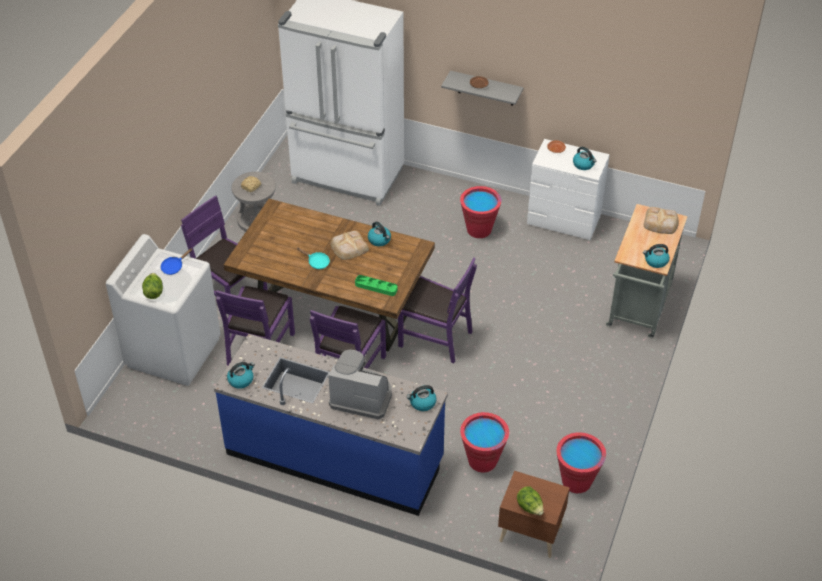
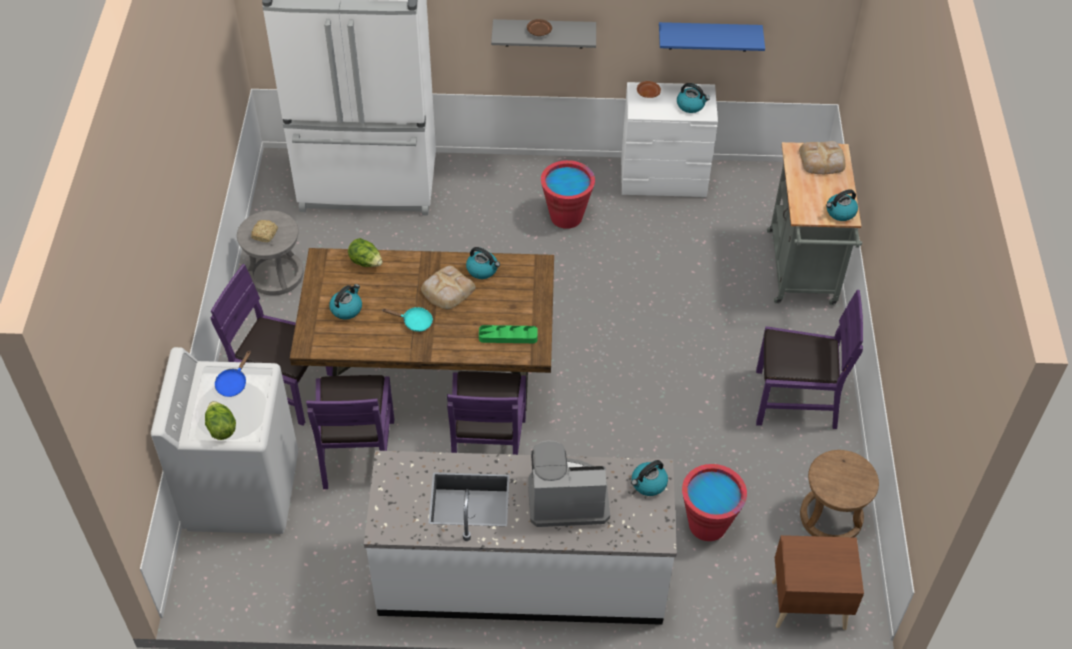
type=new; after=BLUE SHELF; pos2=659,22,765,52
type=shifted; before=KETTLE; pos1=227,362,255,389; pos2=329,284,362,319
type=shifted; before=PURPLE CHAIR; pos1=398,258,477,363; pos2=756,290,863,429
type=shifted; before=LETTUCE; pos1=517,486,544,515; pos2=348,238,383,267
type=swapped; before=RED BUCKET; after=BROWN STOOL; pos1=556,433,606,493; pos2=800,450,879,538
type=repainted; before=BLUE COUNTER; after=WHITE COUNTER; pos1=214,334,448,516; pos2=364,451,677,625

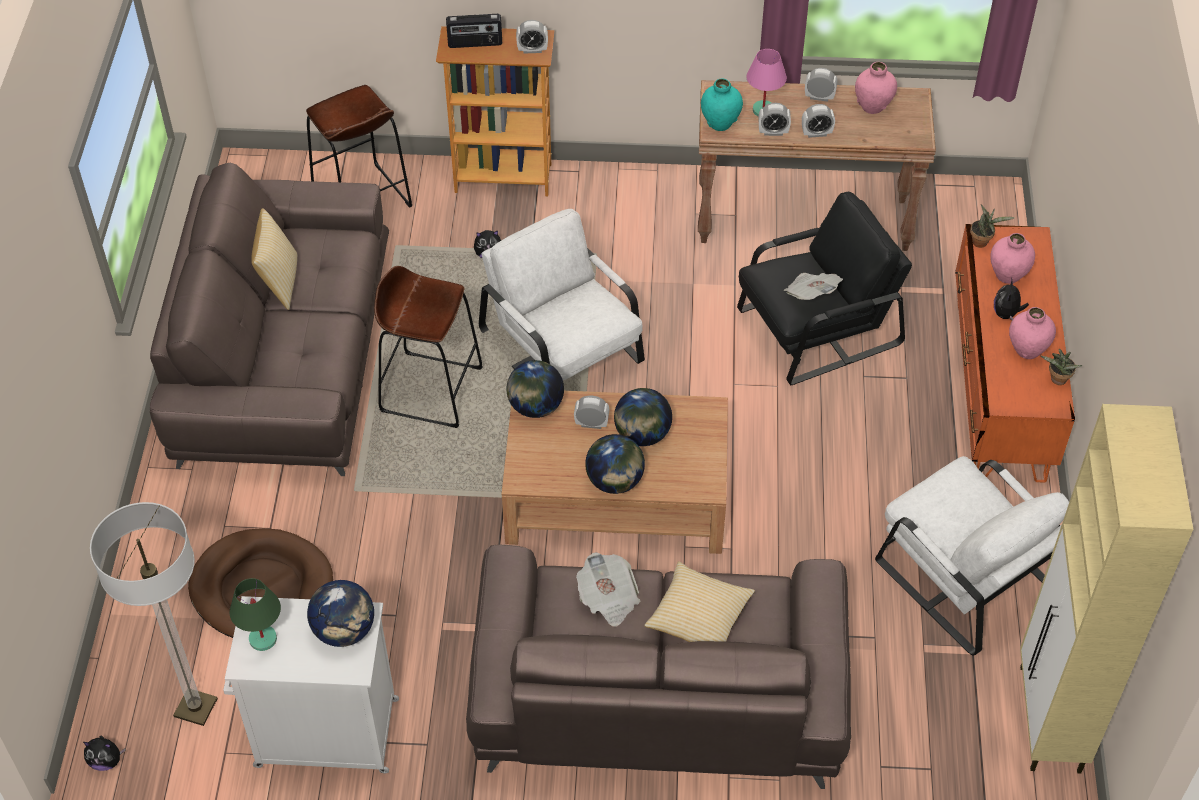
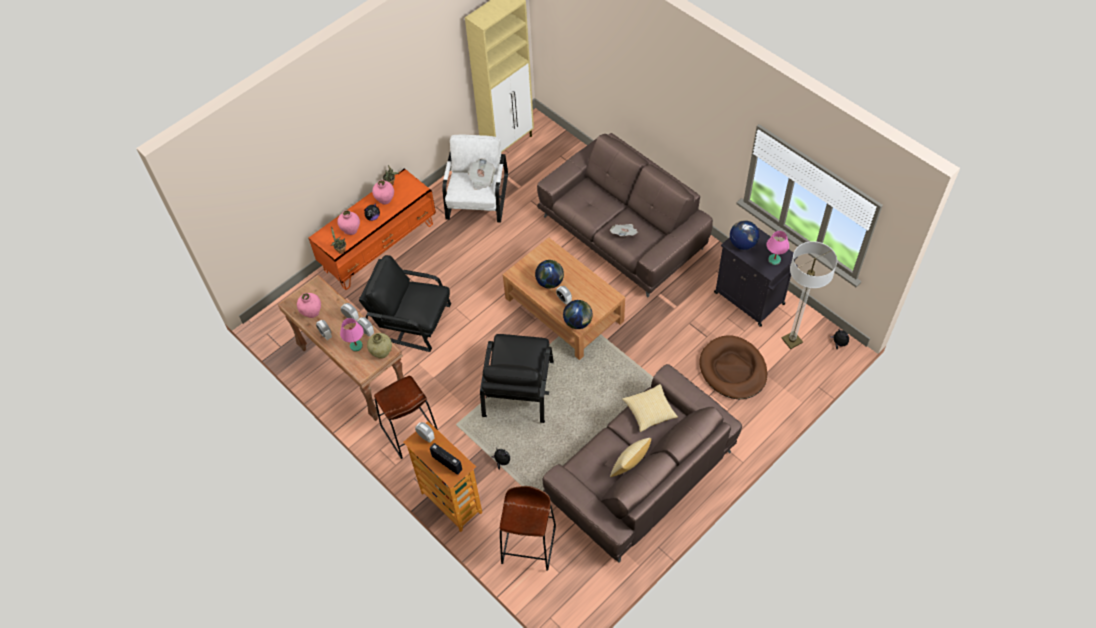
type=gone; before=GLOBE; pos1=585,434,645,494
type=shifted; before=BROWN STOOL; pos1=374,266,483,428; pos2=374,376,438,459
type=shifted; before=PILLOW; pos1=645,561,755,642; pos2=622,384,678,432
type=shifted; before=NEWSPAPER; pos1=783,273,843,300; pos2=468,158,495,190
type=repainted; before=WHITE CABINET; after=BLACK CABINET; pos1=223,596,399,773; pos2=714,227,798,327
type=repainted; before=GREEN TABLE LAMP; after=PINK TABLE LAMP; pos1=229,578,281,651; pos2=766,231,789,265
type=repainted; before=WHITE ARMCHAIR; after=BLACK ARMCHAIR; pos1=479,209,645,380; pos2=480,334,554,423
type=repainted; before=TURQUOISE VASE; after=BEIGE VASE; pos1=701,78,743,131; pos2=367,333,392,359

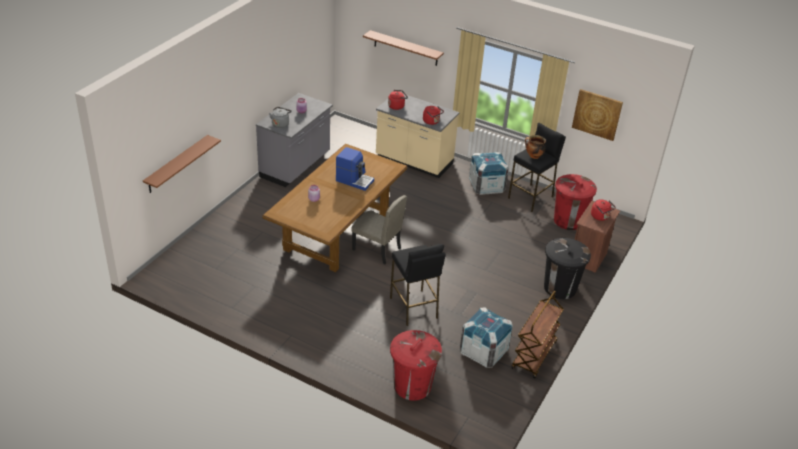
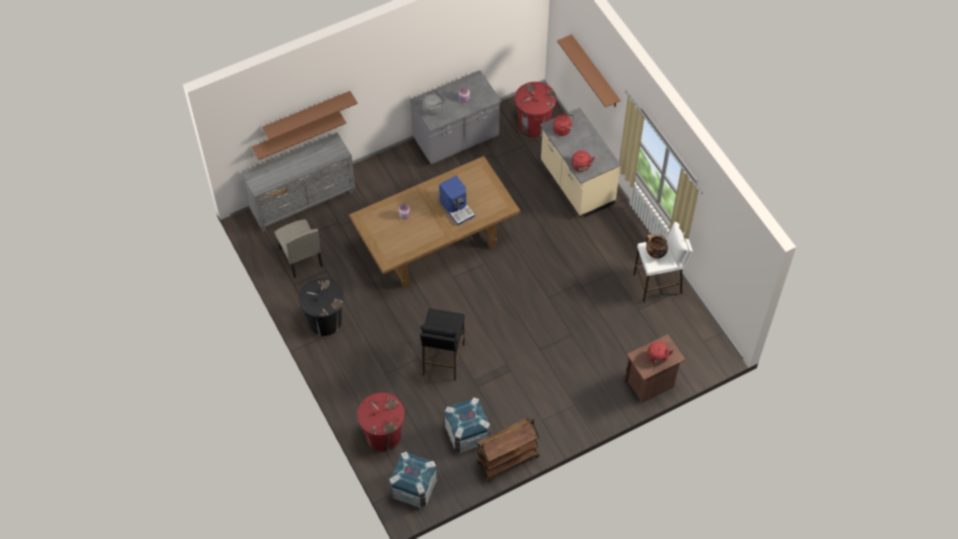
type=gone; before=PICTURE; pos1=572,89,623,141
type=new; after=GREY DRESSER; pos2=241,132,355,232
type=new; after=BROWN SHELF; pos2=262,91,358,140
type=shifted; before=BEIGE CHAIR; pos1=351,195,407,264; pos2=274,219,323,278
type=shifted; before=CRATE; pos1=469,152,509,195; pos2=389,452,437,508
type=shifted; before=BLACK TRASH CAN; pos1=544,238,591,299; pos2=298,278,344,336
type=shifted; before=RED TRASH CAN; pos1=554,174,597,230; pos2=515,82,556,137
type=repainted; before=BLACK STOOL; after=WHITE STOOL; pos1=508,123,566,212; pos2=633,222,693,303

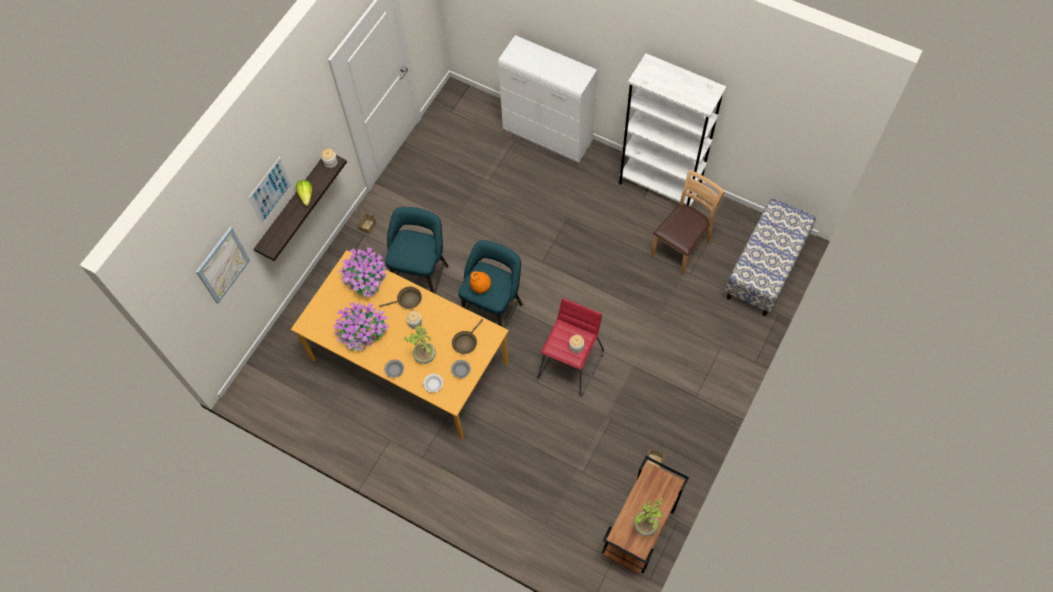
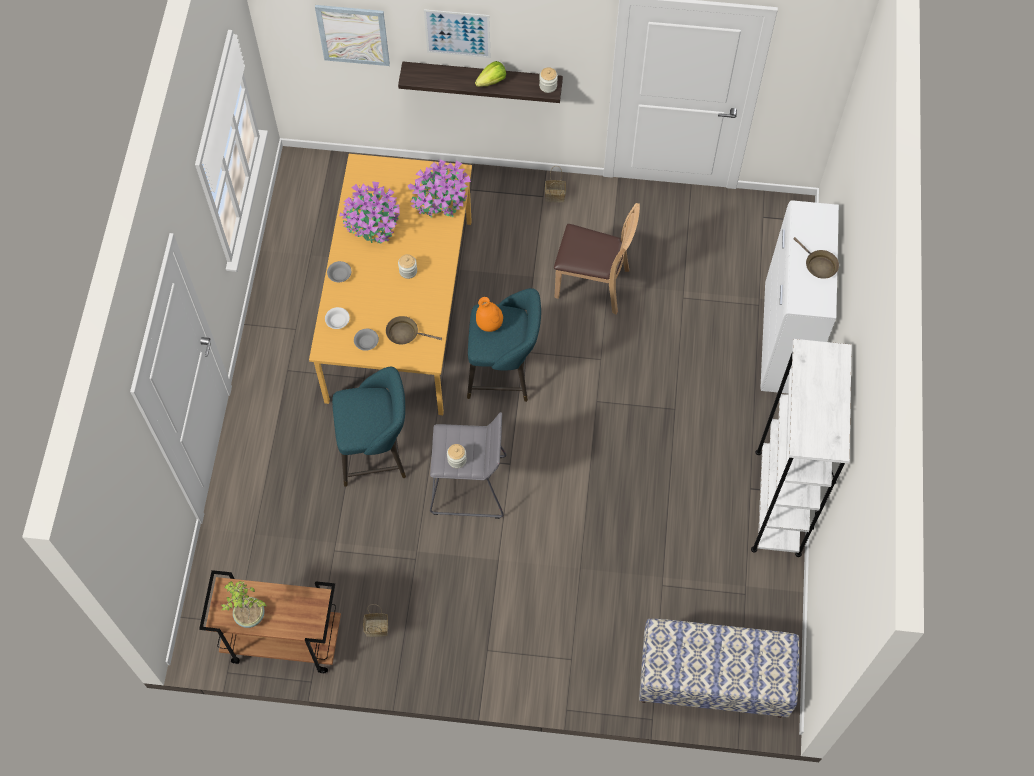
type=gone; before=POTTED PLANT; pos1=403,326,436,364
type=shifted; before=BROWN FRYING PAN; pos1=379,287,422,309; pos2=793,237,839,279
type=shifted; before=TURQUOISE STOOL; pos1=385,207,449,294; pos2=332,367,406,487
type=shifted; before=BROWN CHAIR; pos1=651,170,725,275; pos2=554,203,640,314
type=repainted; before=RED STOOL; after=GREY STOOL; pos1=537,298,604,396; pos2=430,412,506,519

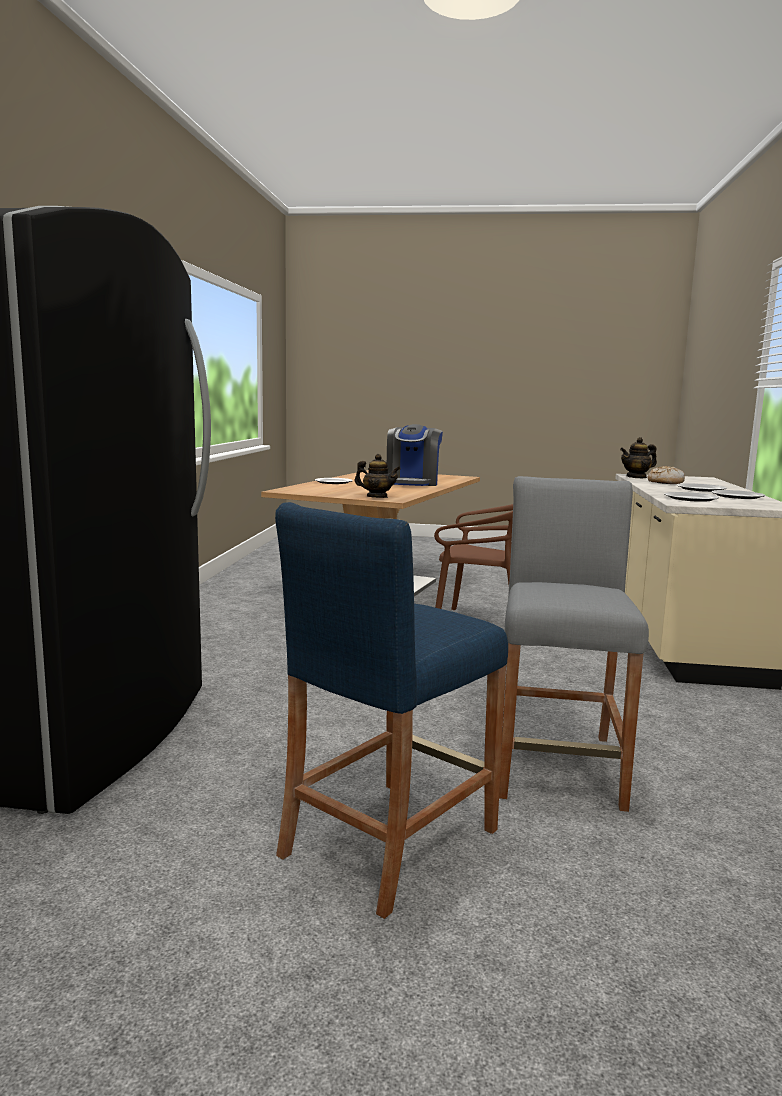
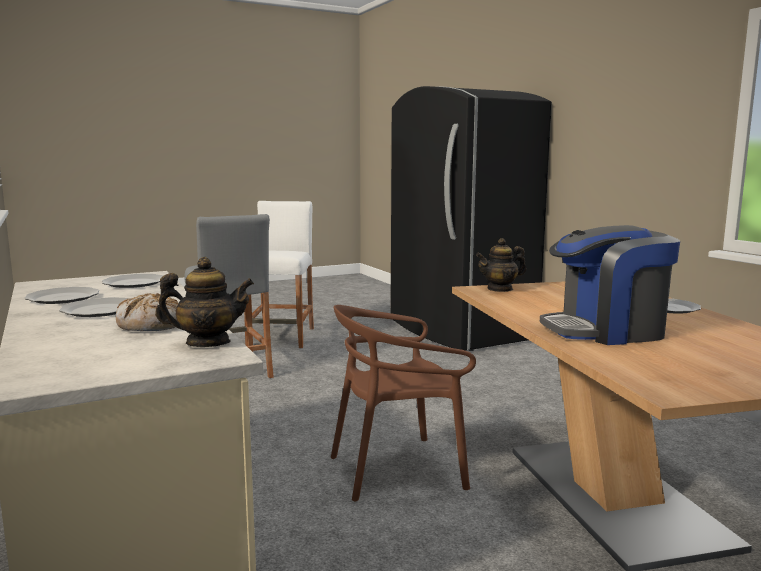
type=repainted; before=BLUE STOOL; after=WHITE STOOL; pos1=275,502,508,919; pos2=244,201,314,348
type=rotated; before=COFFEE MACHINE; pos1=387,424,443,486; pos2=540,225,680,345; turn=-75
type=rotated; before=TEAPOT; pos1=620,437,657,478; pos2=155,257,254,347; turn=45

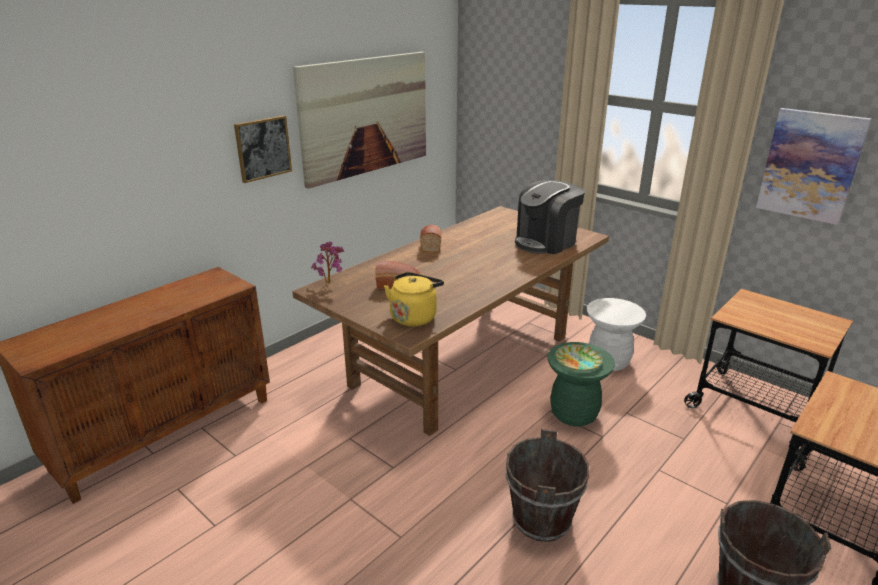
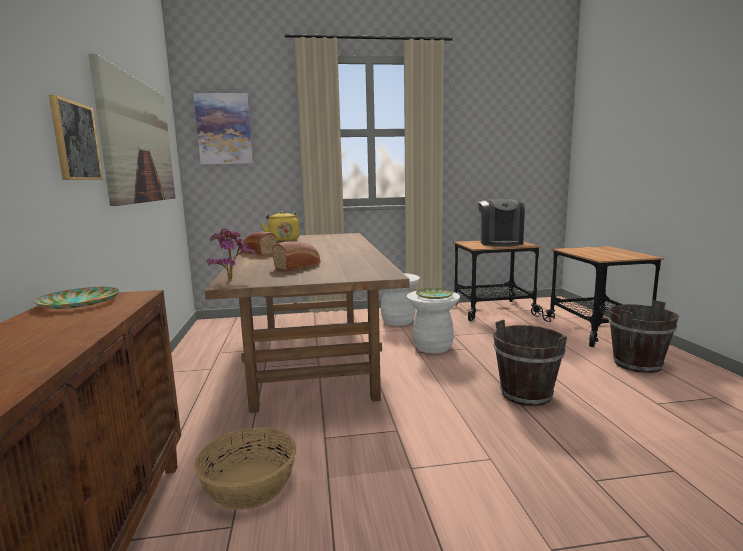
type=new; after=PLATE; pos2=34,287,119,309
type=new; after=BASKET; pos2=194,427,296,510
type=shifted; before=YELLOW KETTLE; pos1=384,272,444,326; pos2=261,211,299,242
type=shifted; before=COFFEE MACHINE; pos1=515,180,585,254; pos2=478,199,525,247
type=shifted; before=PICTURE; pos1=756,108,872,225; pos2=194,93,253,164
type=repainted; before=GREEN STOOL; after=WHITE STOOL; pos1=548,342,615,426; pos2=407,291,460,354

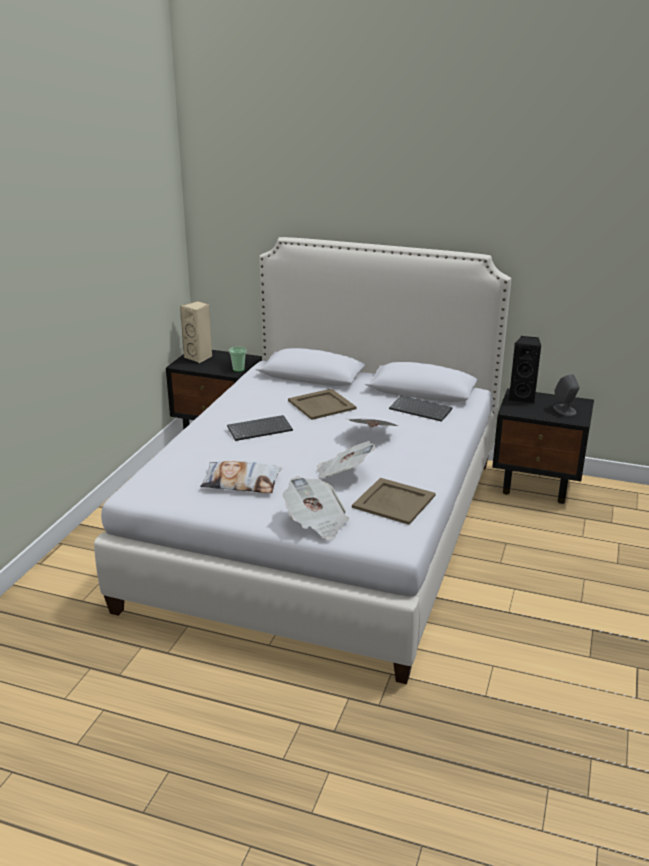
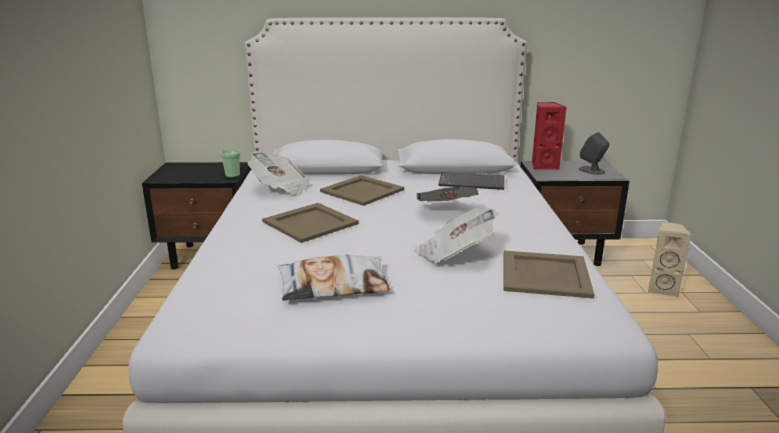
type=shifted; before=BEIGE SPEAKER; pos1=180,301,212,363; pos2=648,222,692,297
type=shifted; before=NEWSPAPER; pos1=283,476,349,540; pos2=248,152,309,196
type=swapped; before=KEYBOARD; after=BEIGE TRAY; pos1=227,415,293,441; pos2=262,203,359,243
type=repainted; before=BLACK SPEAKER; after=RED SPEAKER; pos1=508,336,542,404; pos2=532,102,566,170

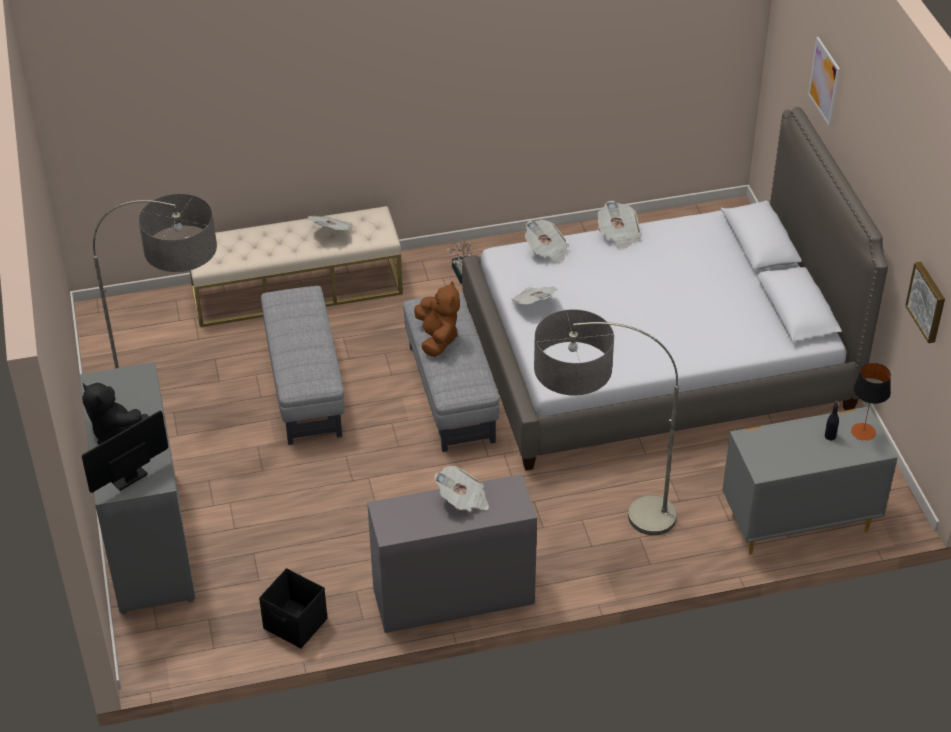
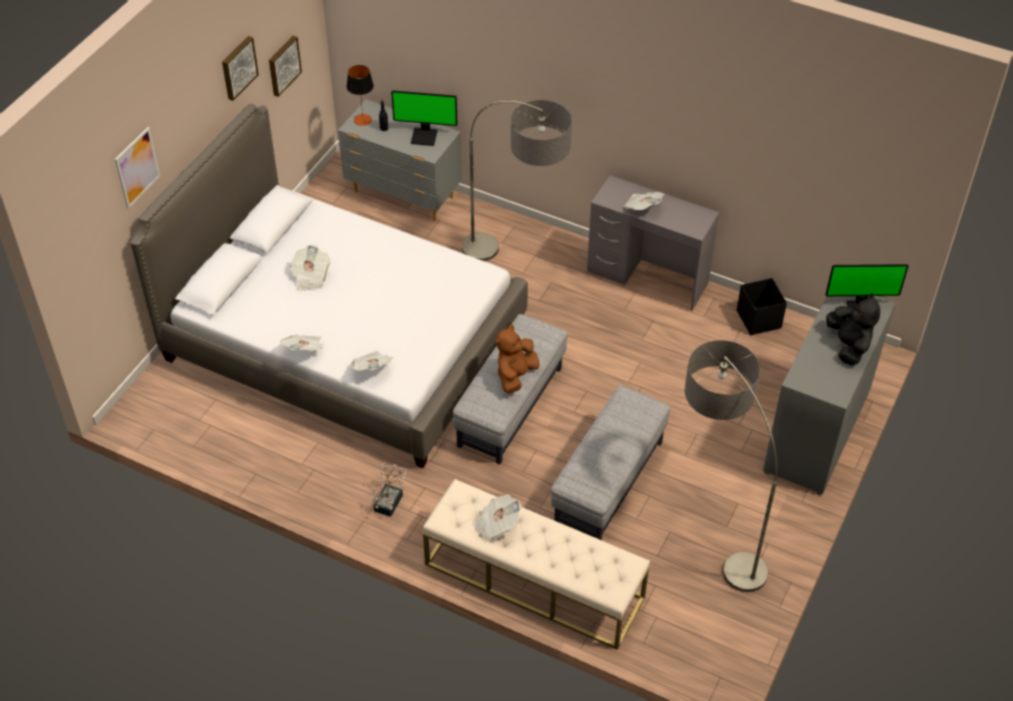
type=new; after=PICTURE; pos2=222,36,259,101
type=new; after=MONITOR; pos2=391,90,457,146
type=shifted; before=NEWSPAPER; pos1=510,287,558,304; pos2=290,245,330,291

